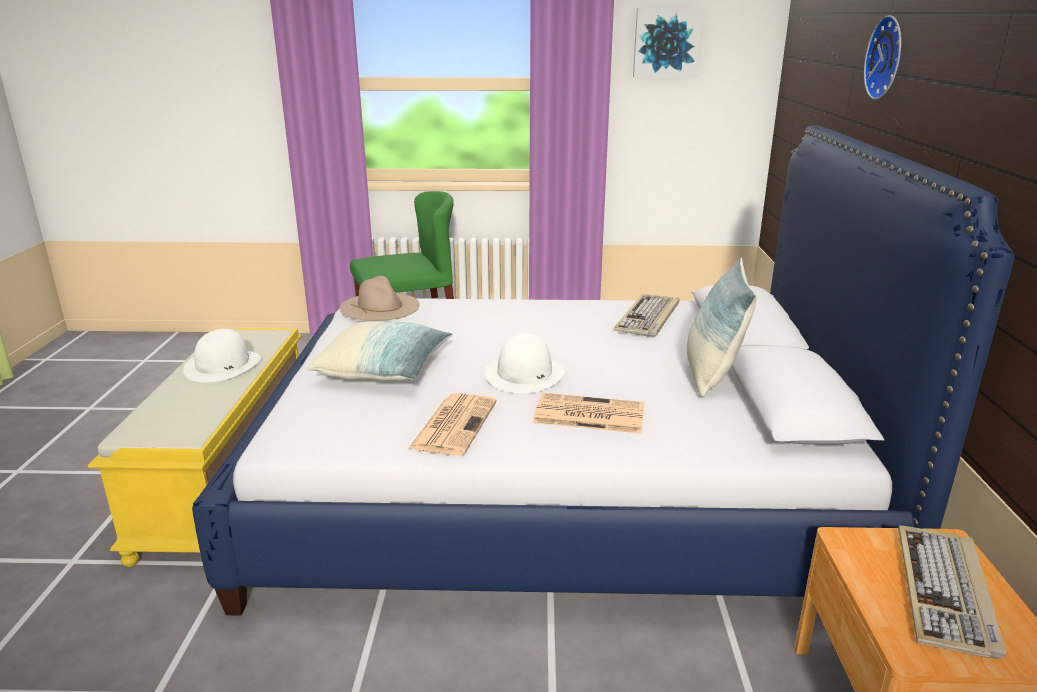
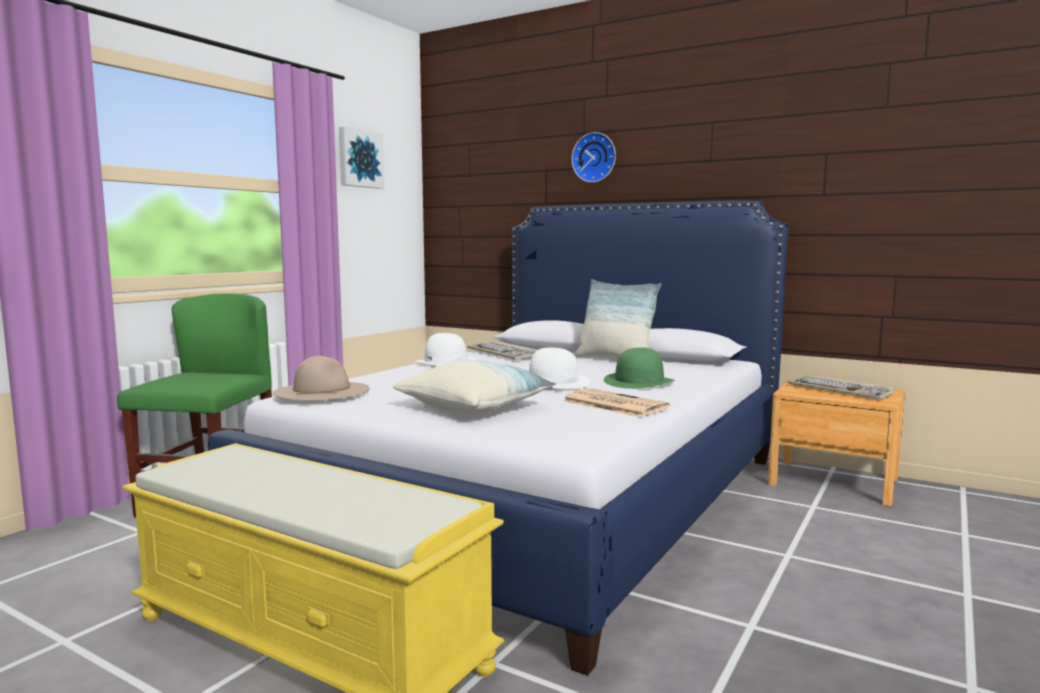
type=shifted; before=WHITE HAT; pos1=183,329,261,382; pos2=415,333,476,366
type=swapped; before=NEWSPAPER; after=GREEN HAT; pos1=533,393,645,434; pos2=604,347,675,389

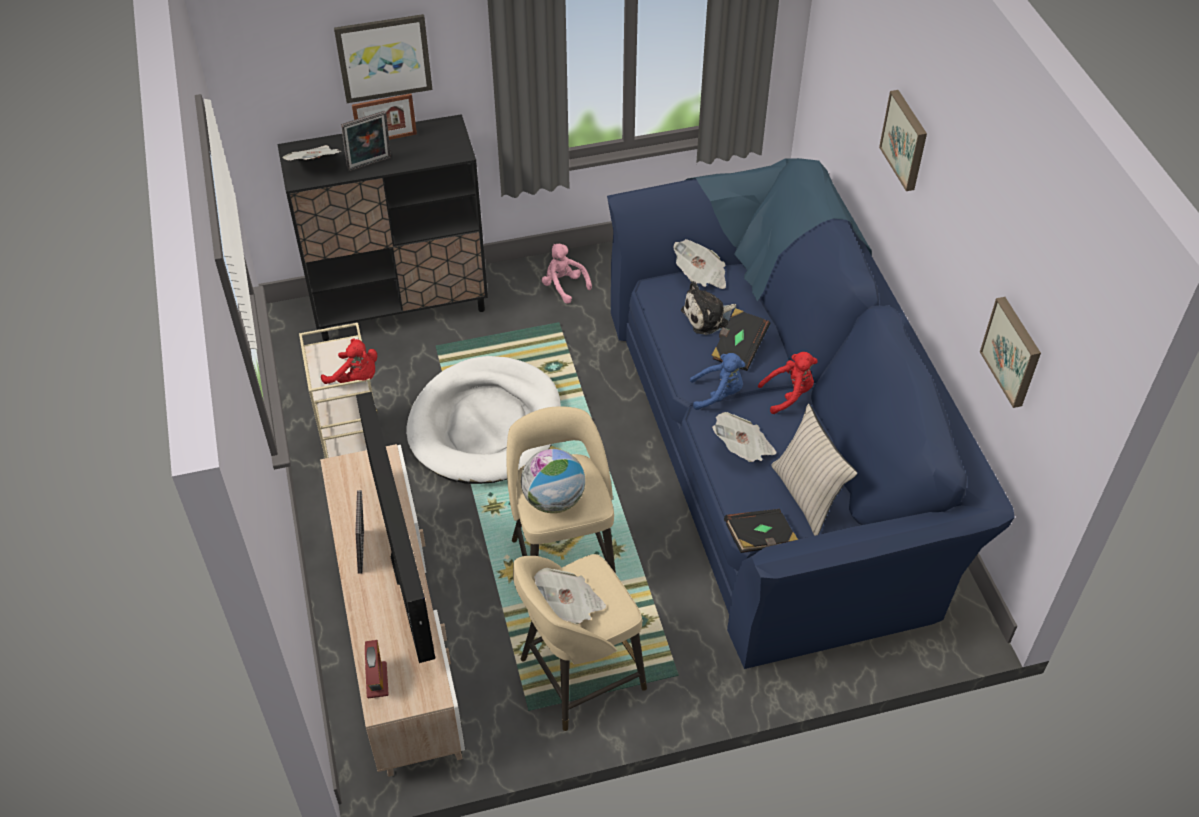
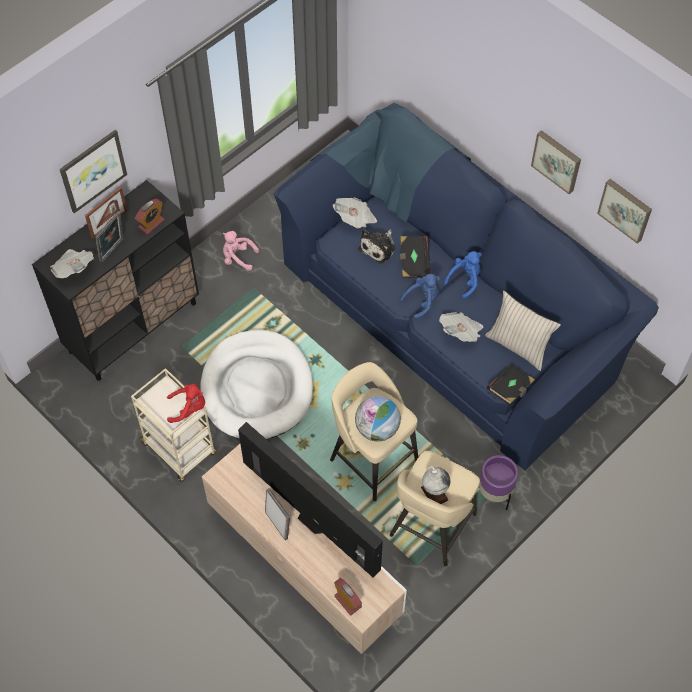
type=new; after=ALARM CLOCK; pos2=135,199,165,235
type=new; after=PURPLE PLANTER; pos2=479,455,518,510
type=shifted; before=PICTURE; pos1=879,90,927,191; pos2=531,130,581,194
type=swapped; before=NEWSPAPER; after=GLOBE; pos1=534,568,606,624; pos2=421,465,450,504
type=repainted; before=RED PLUSH TOY; after=BLUE PLUSH TOY; pos1=758,352,818,414; pos2=444,251,482,300

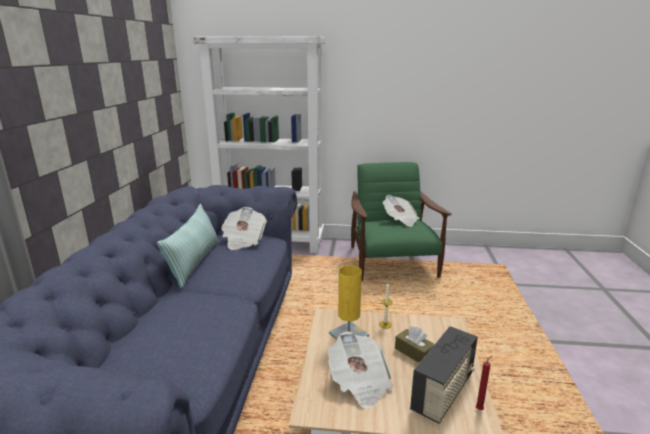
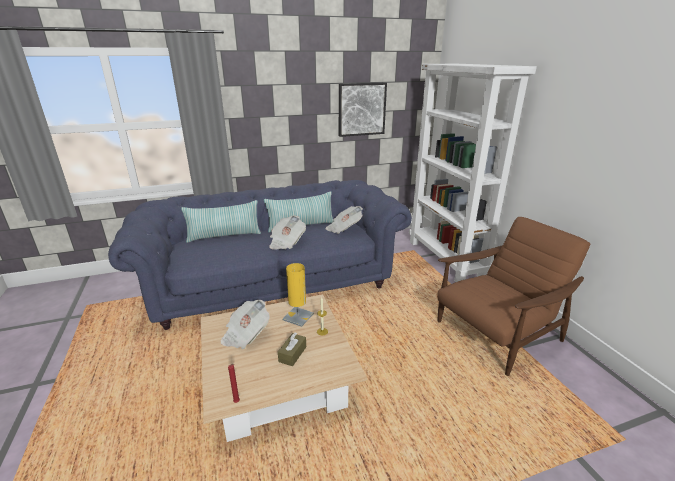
type=gone; before=RADIO; pos1=410,326,478,424
type=new; after=PILLOW; pos2=181,200,261,243
type=new; after=PICTURE; pos2=339,83,387,137
type=shifted; before=NEWSPAPER; pos1=383,195,419,227; pos2=269,216,306,250
type=repainted; before=GREEN ARMCHAIR; after=BROWN ARMCHAIR; pos1=351,162,452,281; pos2=437,217,590,376

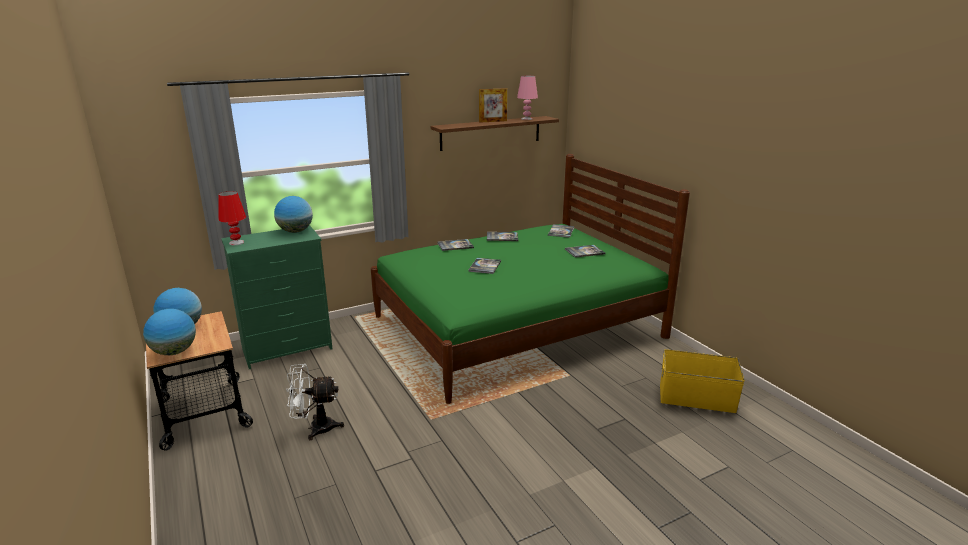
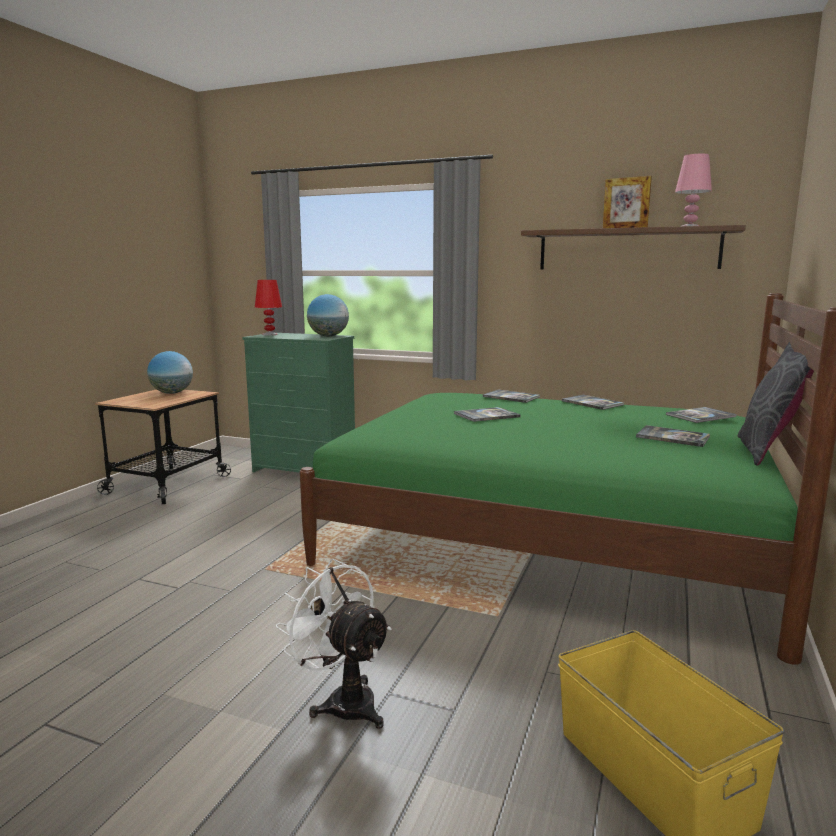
type=gone; before=GLOBE; pos1=143,309,196,355
type=new; after=GREY PILLOW; pos2=738,342,814,465
type=shifted; before=WHITE FAN; pos1=286,364,344,440; pos2=276,558,392,729

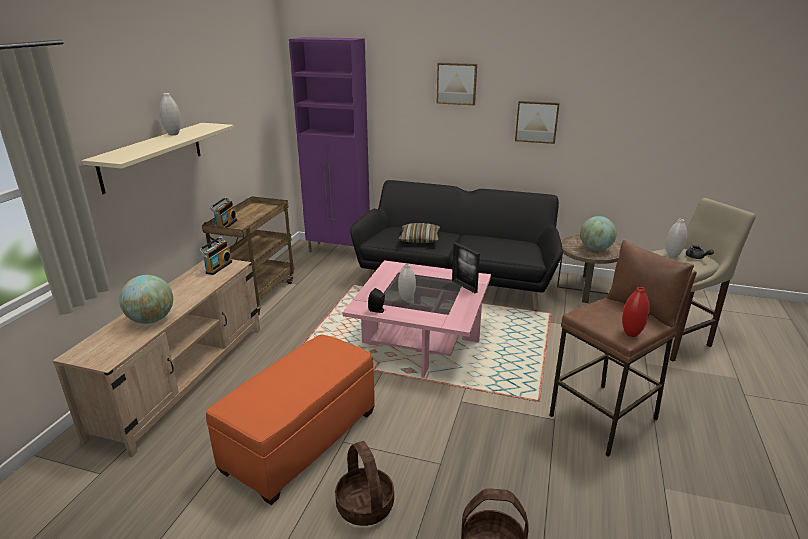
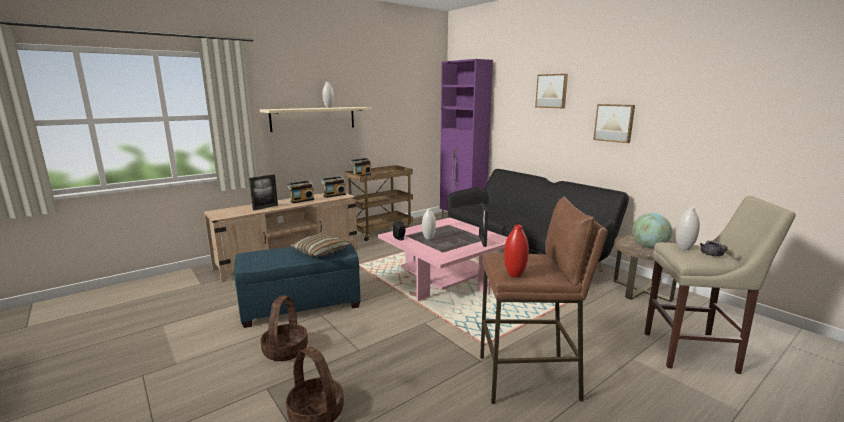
type=new; after=RADIO; pos2=287,180,314,203
type=shifted; before=PILLOW; pos1=399,223,440,243; pos2=290,234,350,257
type=swapped; before=GLOBE; after=PICTURE FRAME; pos1=119,275,173,324; pos2=249,174,278,210
type=repainted; before=ORANGE OTTOMAN; after=BLUE OTTOMAN; pos1=206,335,375,505; pos2=234,241,360,328

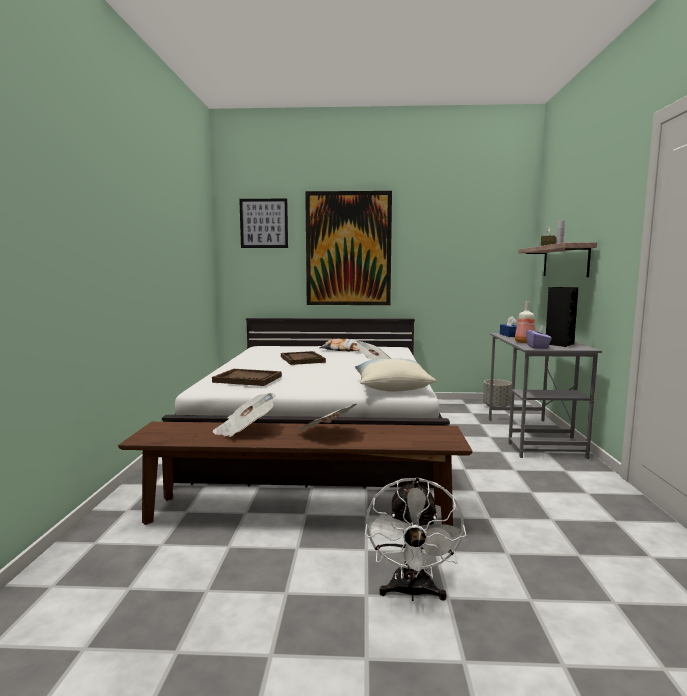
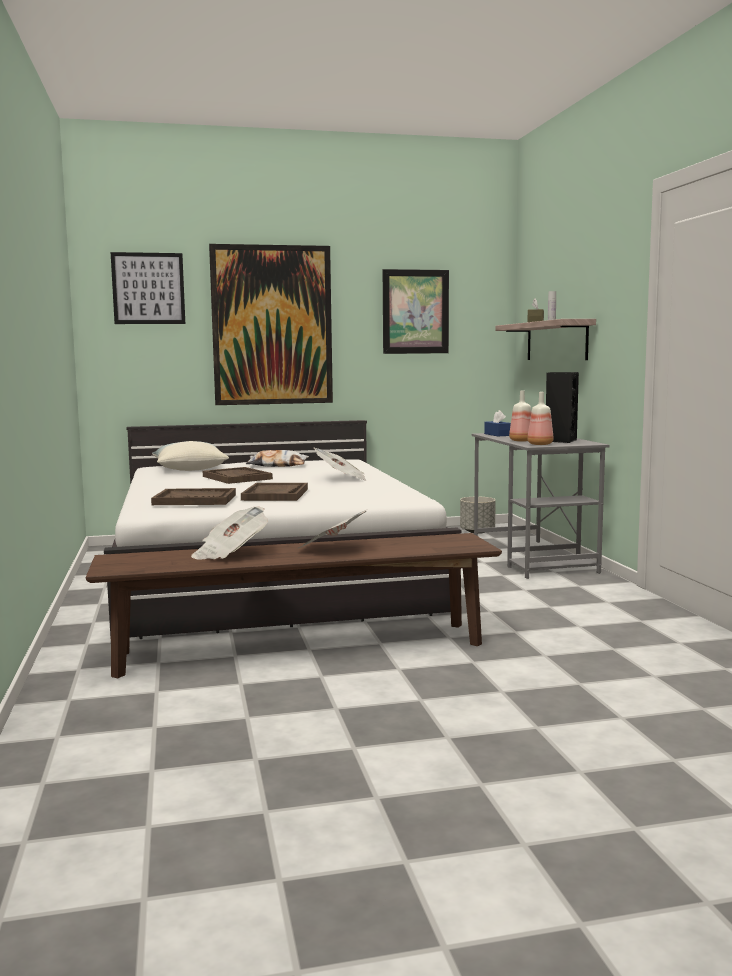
type=gone; before=WHITE FAN; pos1=365,477,467,601
type=new; after=BROWN TRAY; pos2=241,483,308,501
type=new; after=PICTURE; pos2=383,269,449,354
type=shifted; before=PILLOW; pos1=354,359,436,391; pos2=152,441,229,471
type=swapped; before=PURPLE TISSUE BOX; after=BOTTLE; pos1=526,325,552,349; pos2=527,392,554,445

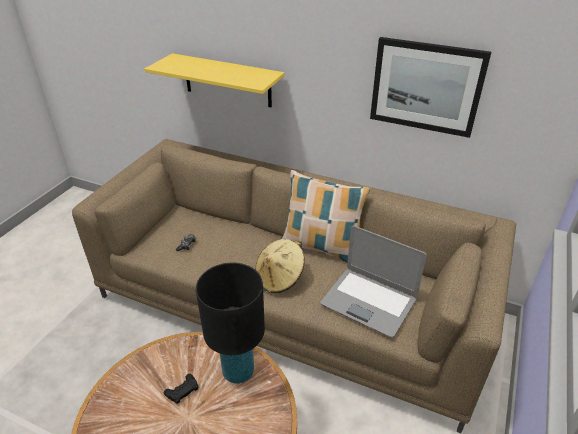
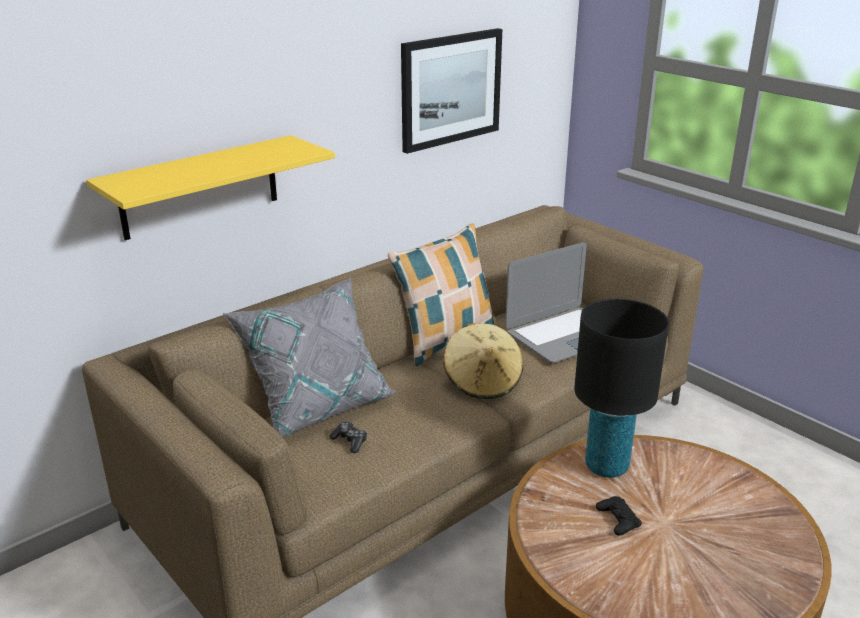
type=new; after=GREY PILLOW; pos2=223,278,397,437

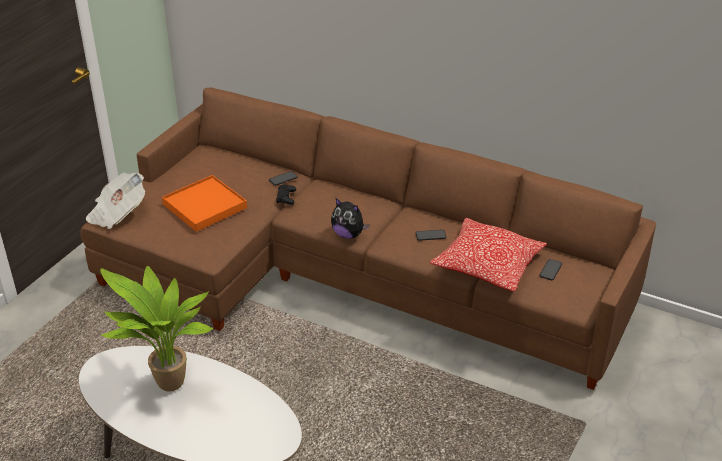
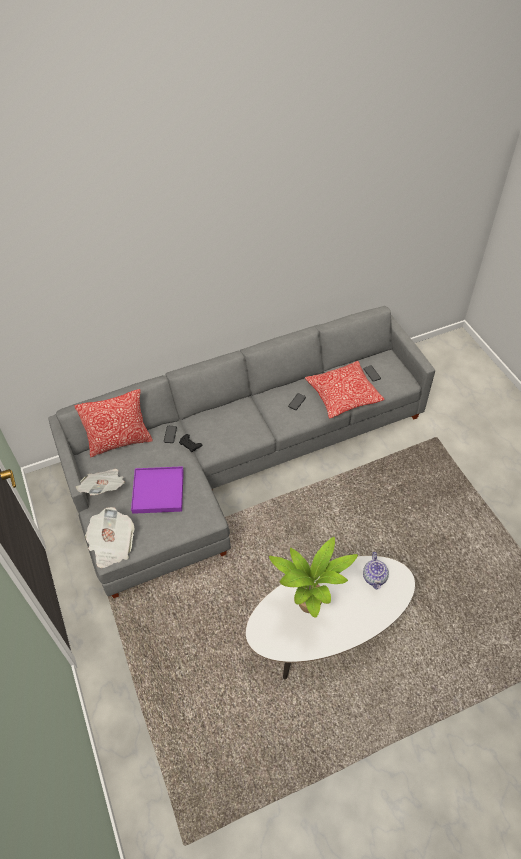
type=gone; before=PLUSH TOY; pos1=331,198,370,239
type=new; after=PILLOW; pos2=75,389,153,457
type=new; after=NEWSPAPER; pos2=76,469,125,495
type=new; after=TEAPOT; pos2=363,552,389,590
type=repainted; before=BROWN SOFA; after=GREY SOFA; pos1=80,88,656,390; pos2=48,306,435,598
type=repainted; before=ORANGE TRAY; after=PURPLE TRAY; pos1=162,175,247,232; pos2=131,466,184,514

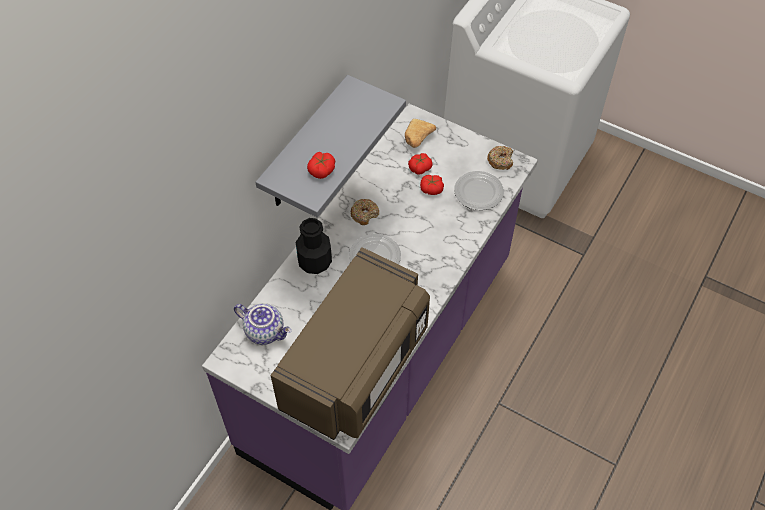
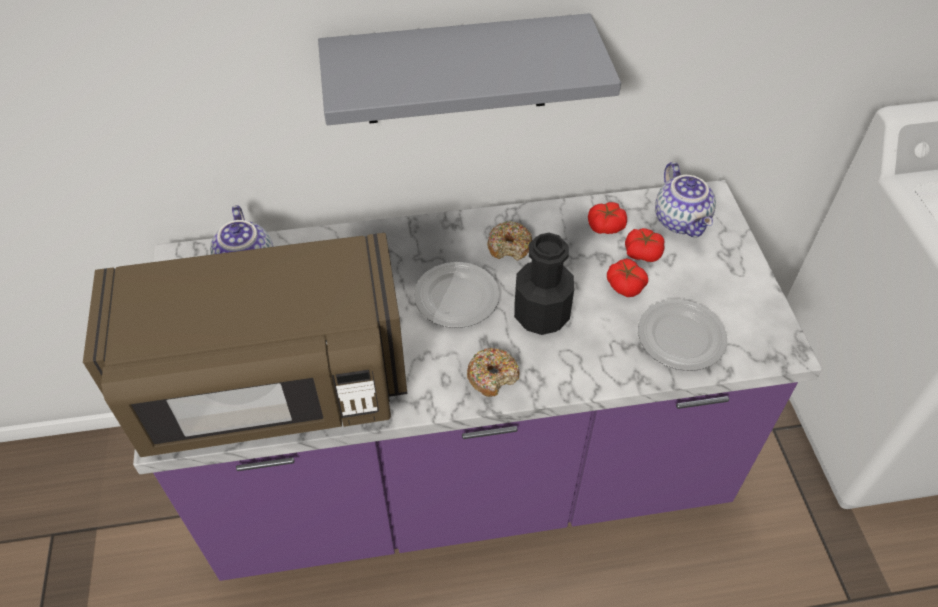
type=shifted; before=BLACK BOTTLE; pos1=296,218,332,274; pos2=514,233,574,335
type=shifted; before=TOMATO; pos1=307,152,335,179; pos2=588,202,627,234
type=shifted; before=DONUT; pos1=487,146,513,170; pos2=467,348,519,397
type=swapped; before=BREAD; after=TEAPOT; pos1=405,119,436,148; pos2=655,162,716,237

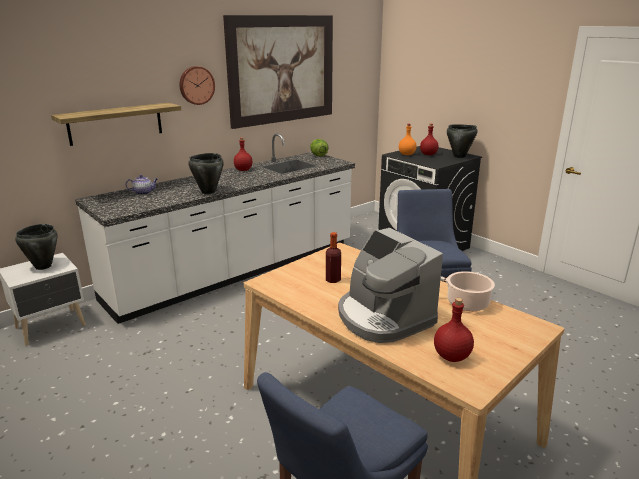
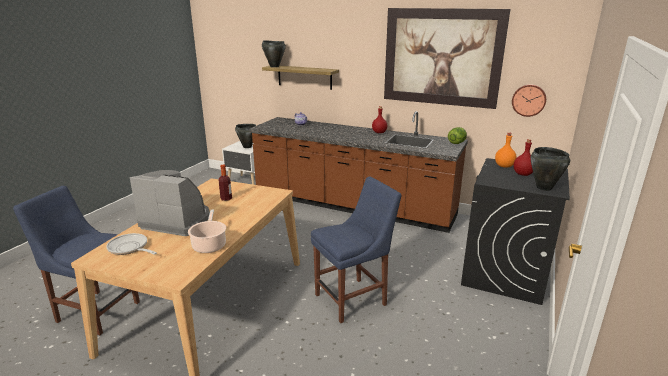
type=shifted; before=WALL CLOCK; pos1=179,66,215,105; pos2=512,84,546,117
type=shifted; before=BLACK COOKING POT; pos1=188,153,224,194; pos2=262,40,286,67
type=swapped; before=RED BOTTLE; after=FRYING PAN; pos1=434,298,474,362; pos2=106,233,157,255
type=repainted; before=WHITE COUNTER; after=BROWN COUNTER; pos1=75,133,355,324; pos2=249,111,468,233
type=rotated; before=COFFEE MACHINE; pos1=338,228,443,343; pos2=130,170,210,236; turn=75

